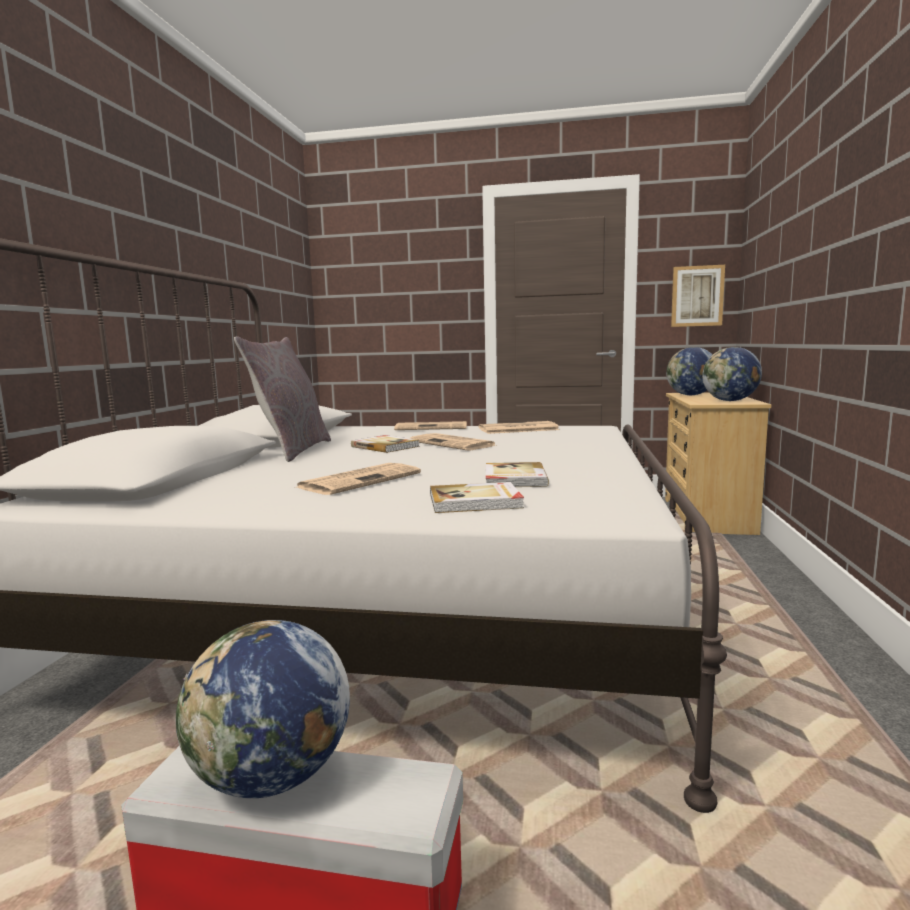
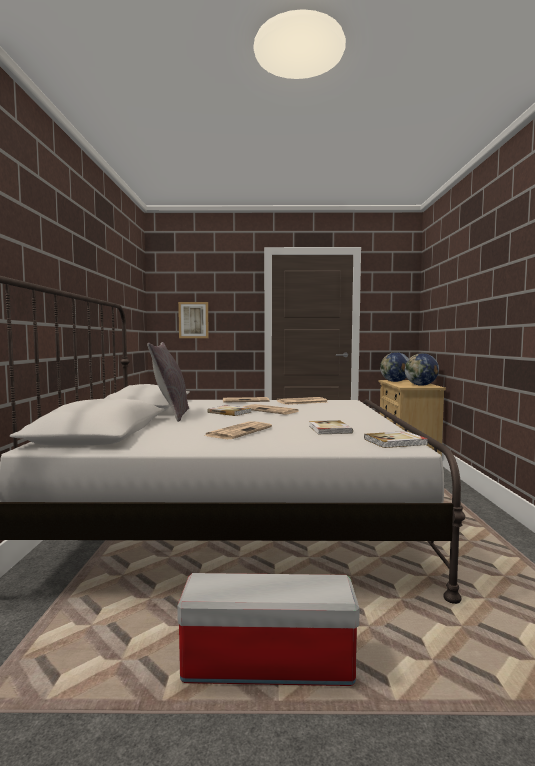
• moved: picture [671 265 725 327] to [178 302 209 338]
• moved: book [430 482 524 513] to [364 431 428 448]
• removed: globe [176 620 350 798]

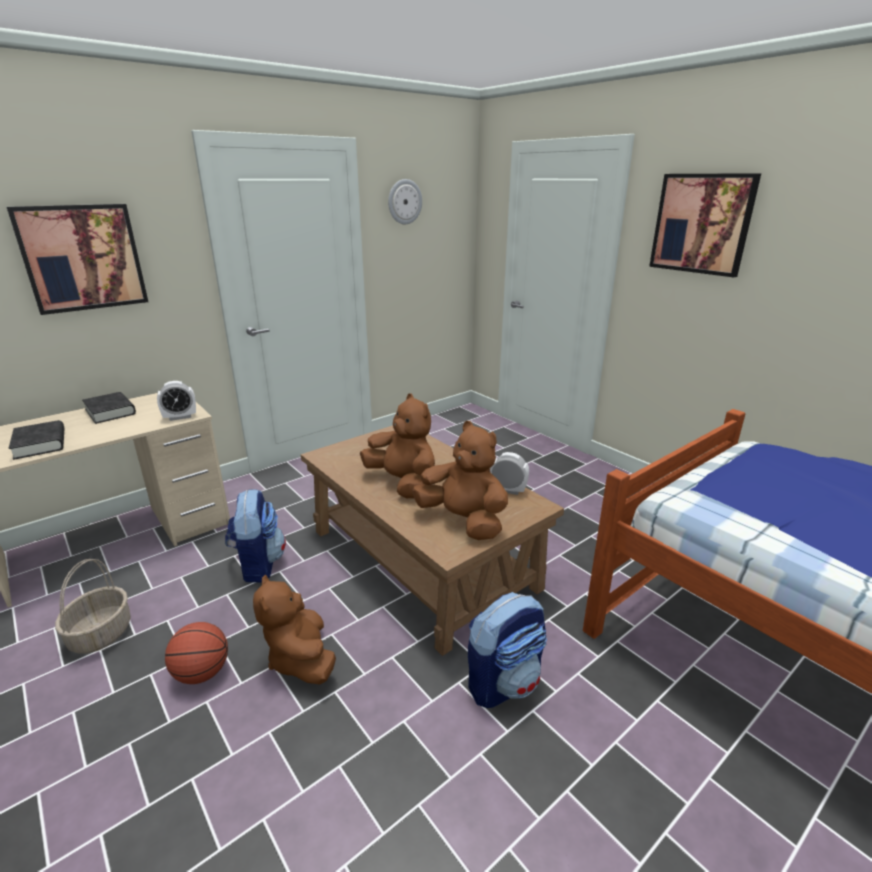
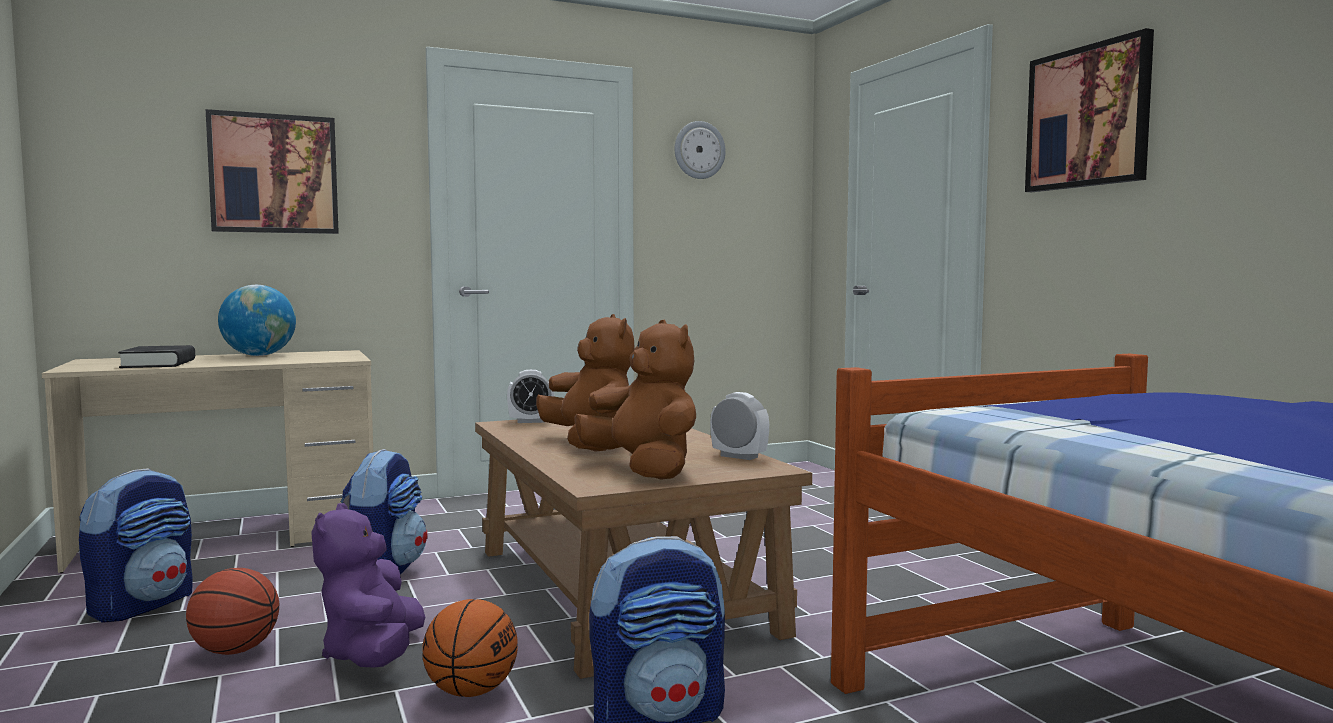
• replaced: basket [55 559 131 654] to backpack [79 468 193 622]
• replaced: book (black) [82 392 136 424] to globe [218 285 296 356]
• recoloured: plush toy (brown) [253 575 336 685] to plush toy (purple) [311 503 425 668]
• added: basketball [422 599 518 697]
• moved: alarm clock [157 381 196 421] to [507 370 554 423]

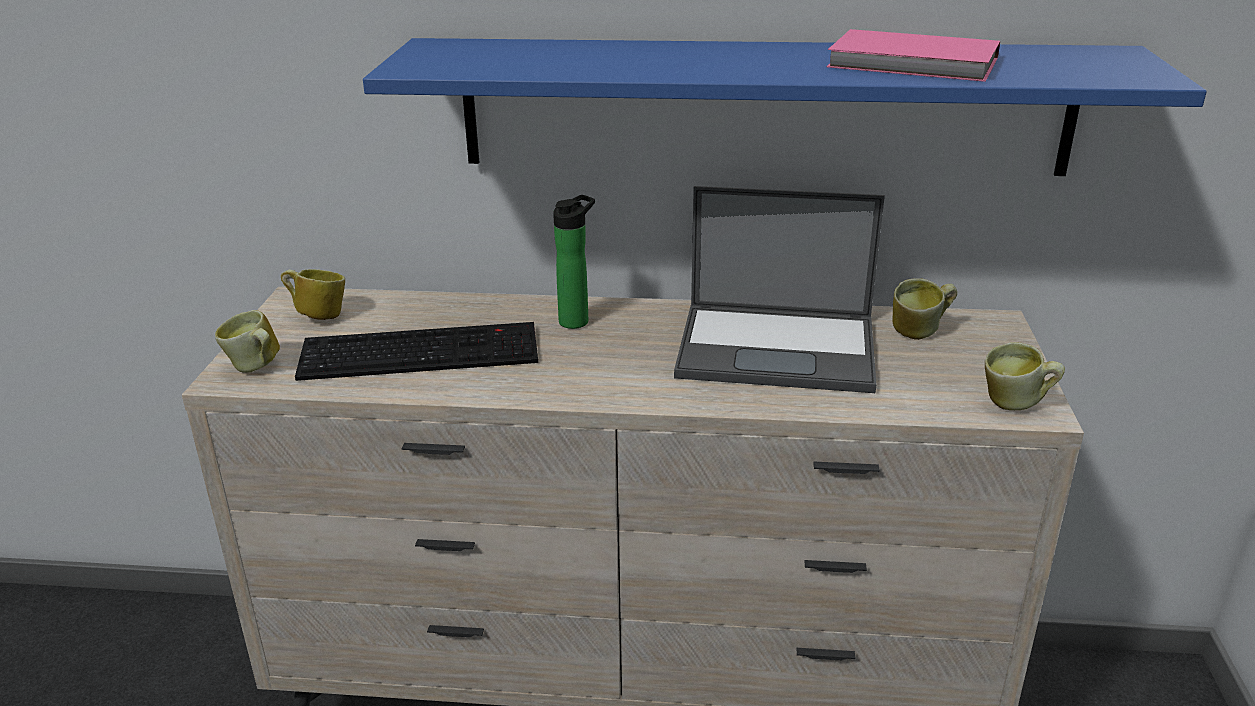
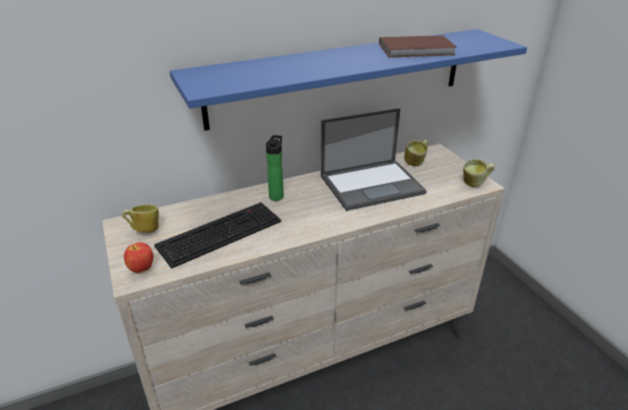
• replaced: mug [215 310 280 373] to apple [124 242 154 273]
• recoloured: book (pink) [827 29 1000 82] to book (brown) [379 35 457 58]

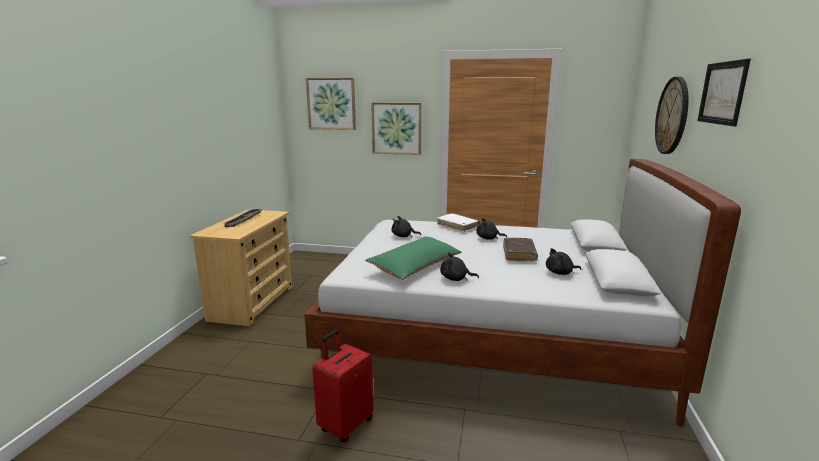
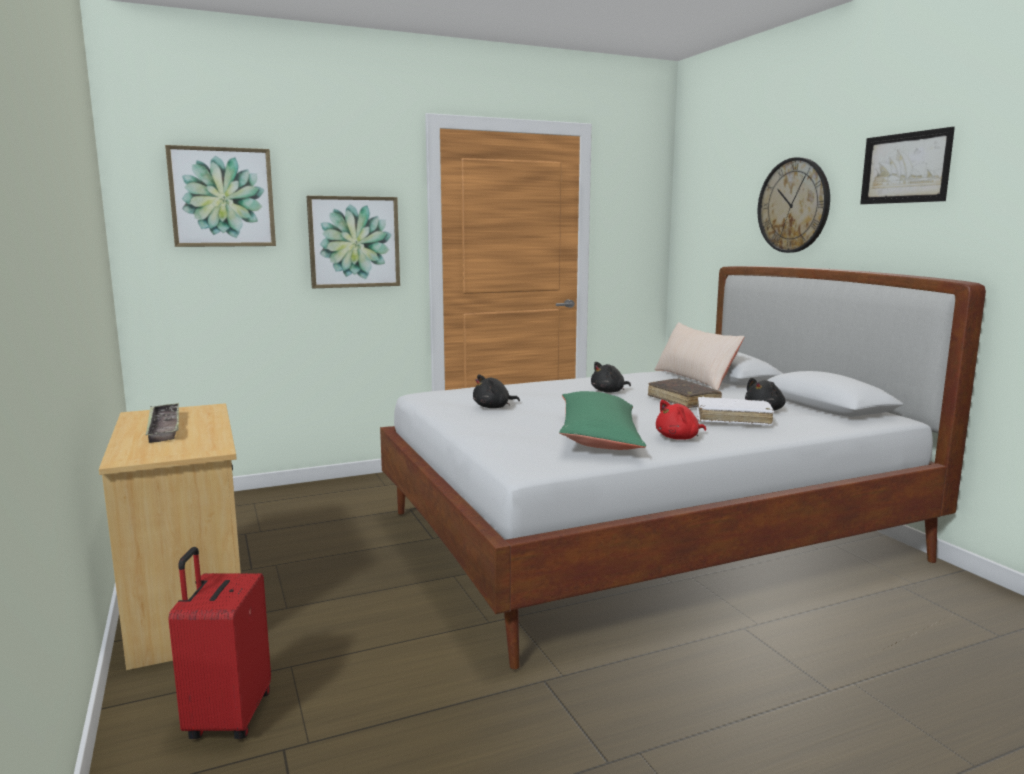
• moved: suitcase (red) [312 330 373 443] to [169 547 271 739]
• added: pillow (beige) [654 322 745 390]
• recoloured: plush toy (black) [440 252 479 281] to plush toy (red) [656 400 706 440]
• moved: book (white) [437 214 479 232] to [697 397 774 426]

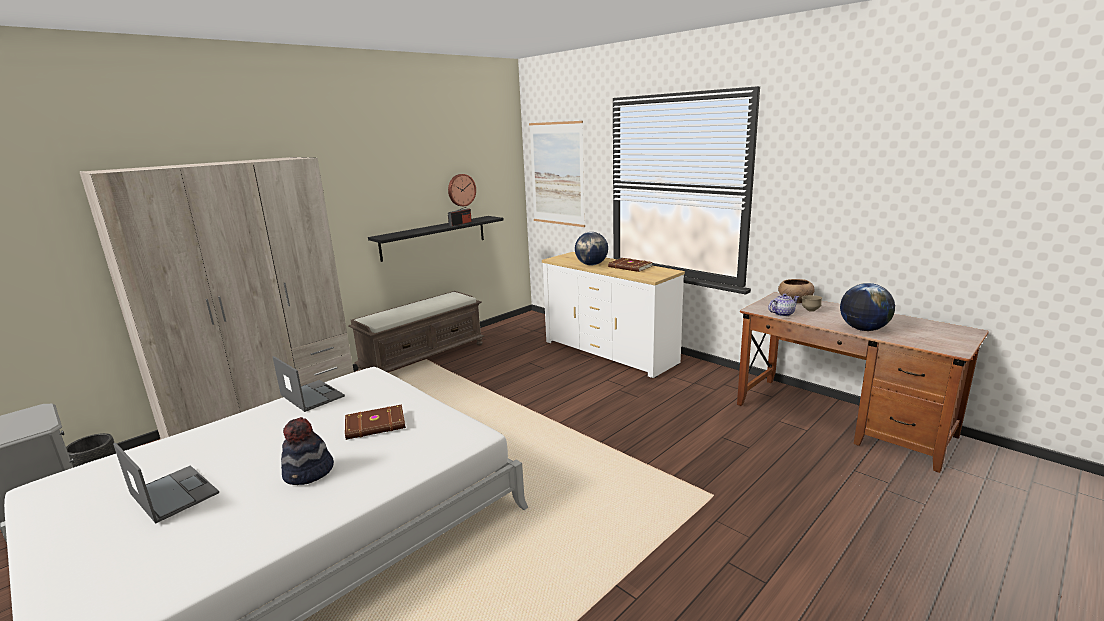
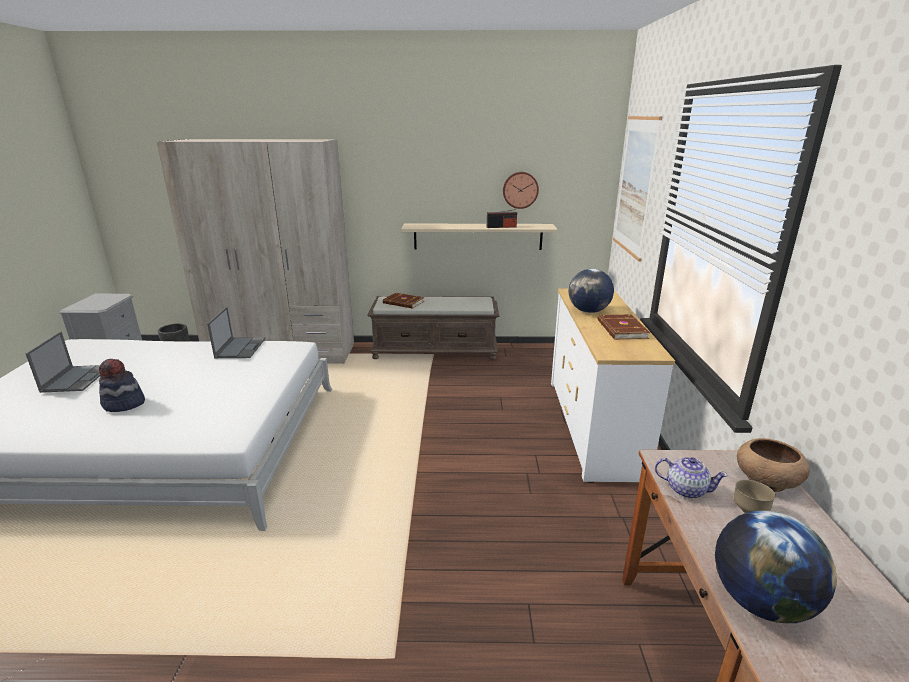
• moved: book (brown) [345 405 406 440] to [383 293 425 309]
• recoloured: shelf (black) [368 216 504 262] to shelf (beige) [401 224 558 250]

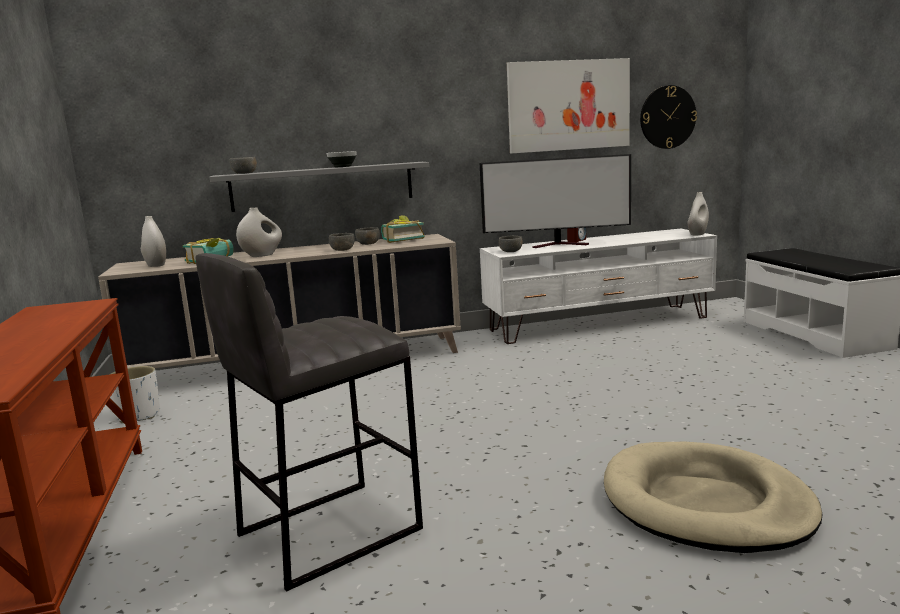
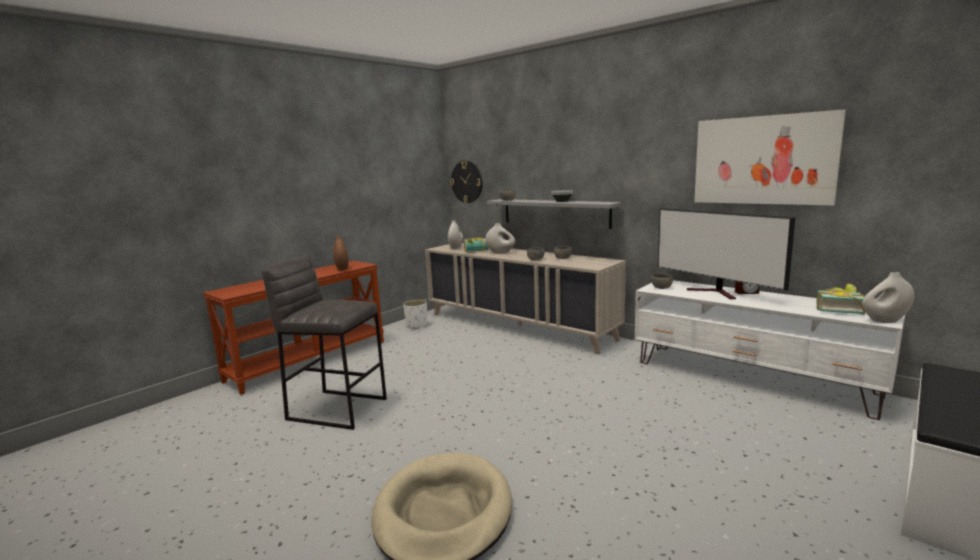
• added: vase (brown) [333 236 349 270]
• moved: wall clock [640 85 697 149] to [450 161 482 203]
• moved: book [381 215 425 243] to [816 284 865 315]

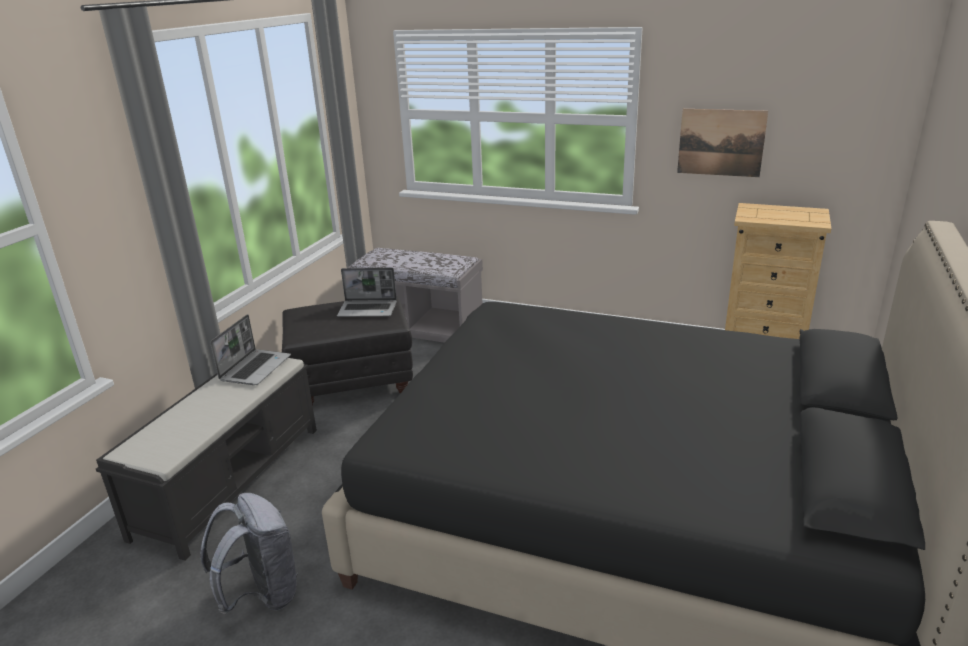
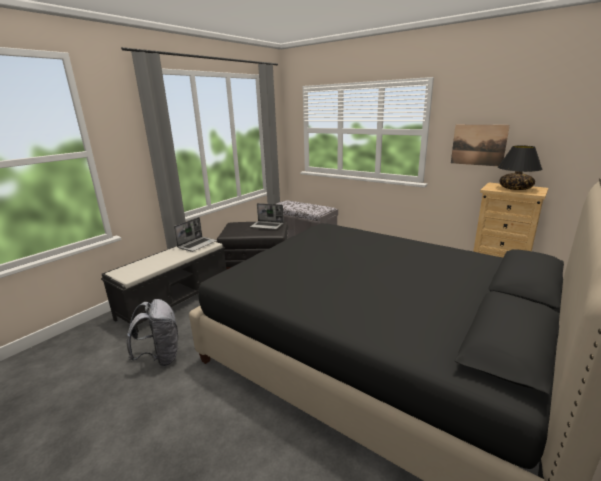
• added: table lamp (black) [498 146 542 190]

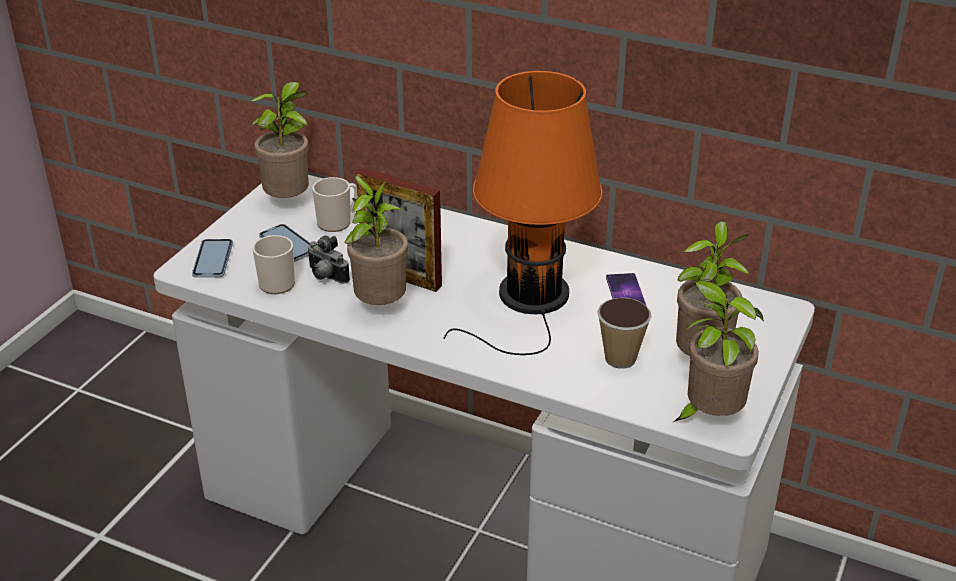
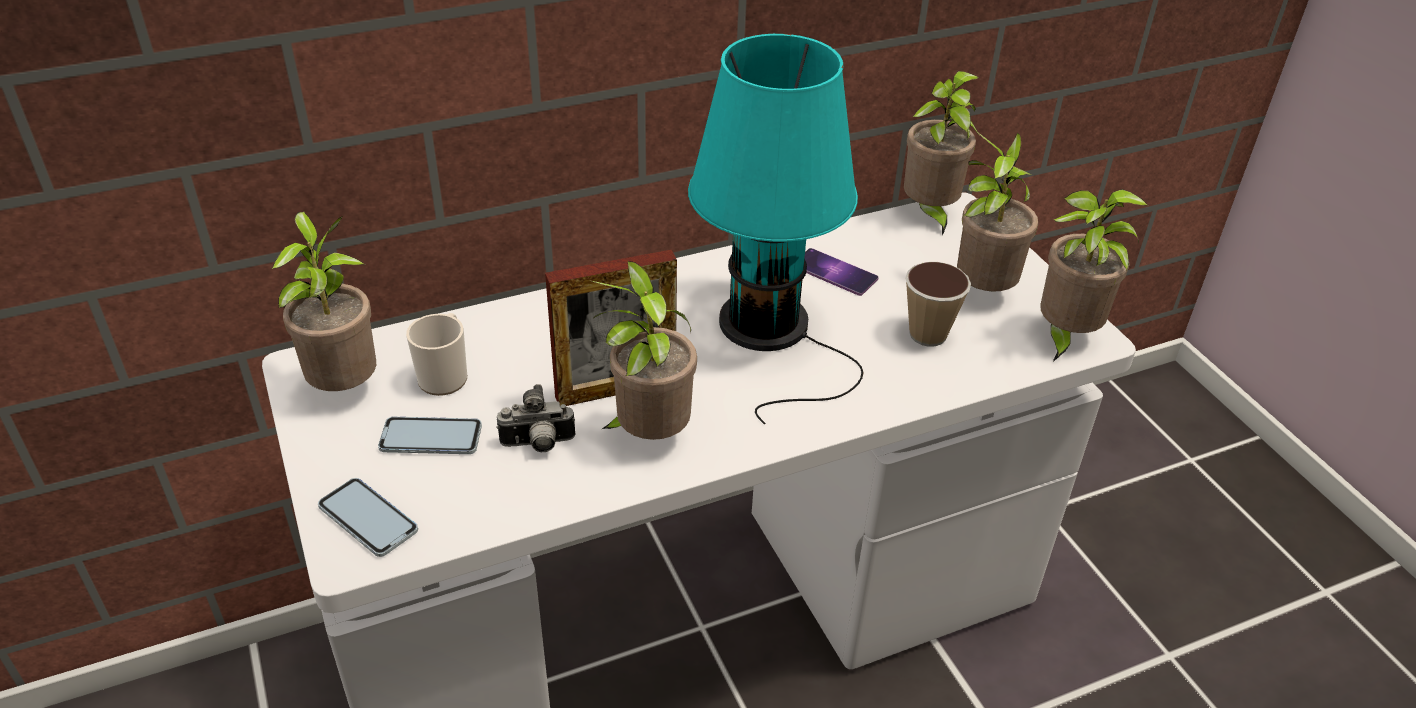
• recoloured: table lamp (orange) [444 71 602 355] to table lamp (turquoise) [688 34 863 425]
• added: potted plant [904 71 980 236]
• removed: mug [252 235 295 294]

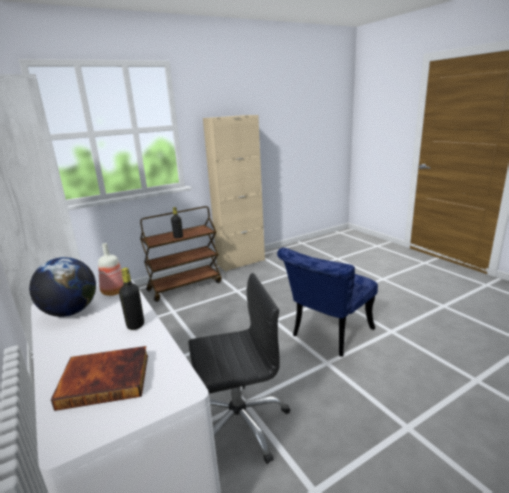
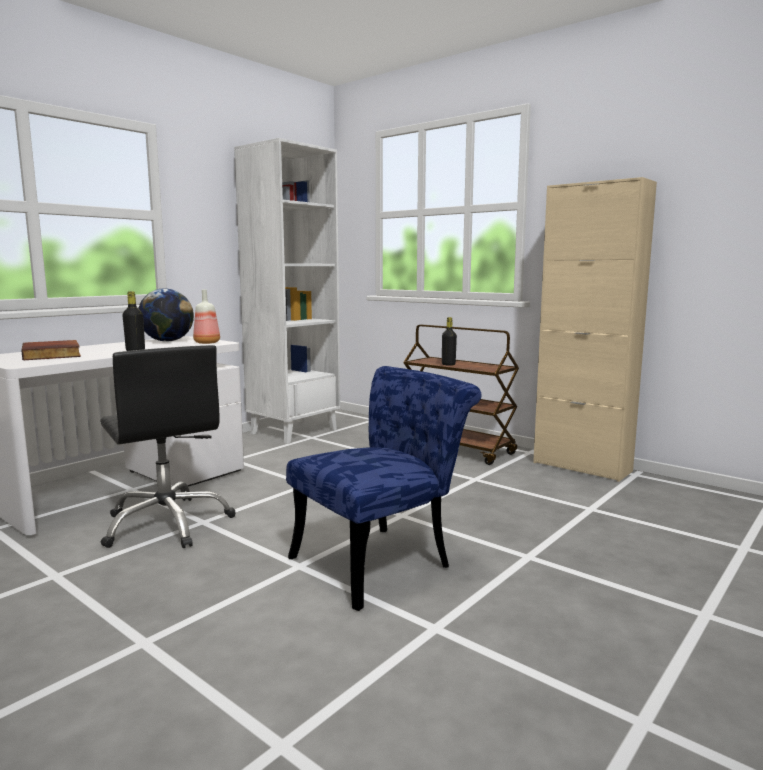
• turned: chair (blue) [277 247 378 357] = [286 366 481 611] 120 degrees clockwise

